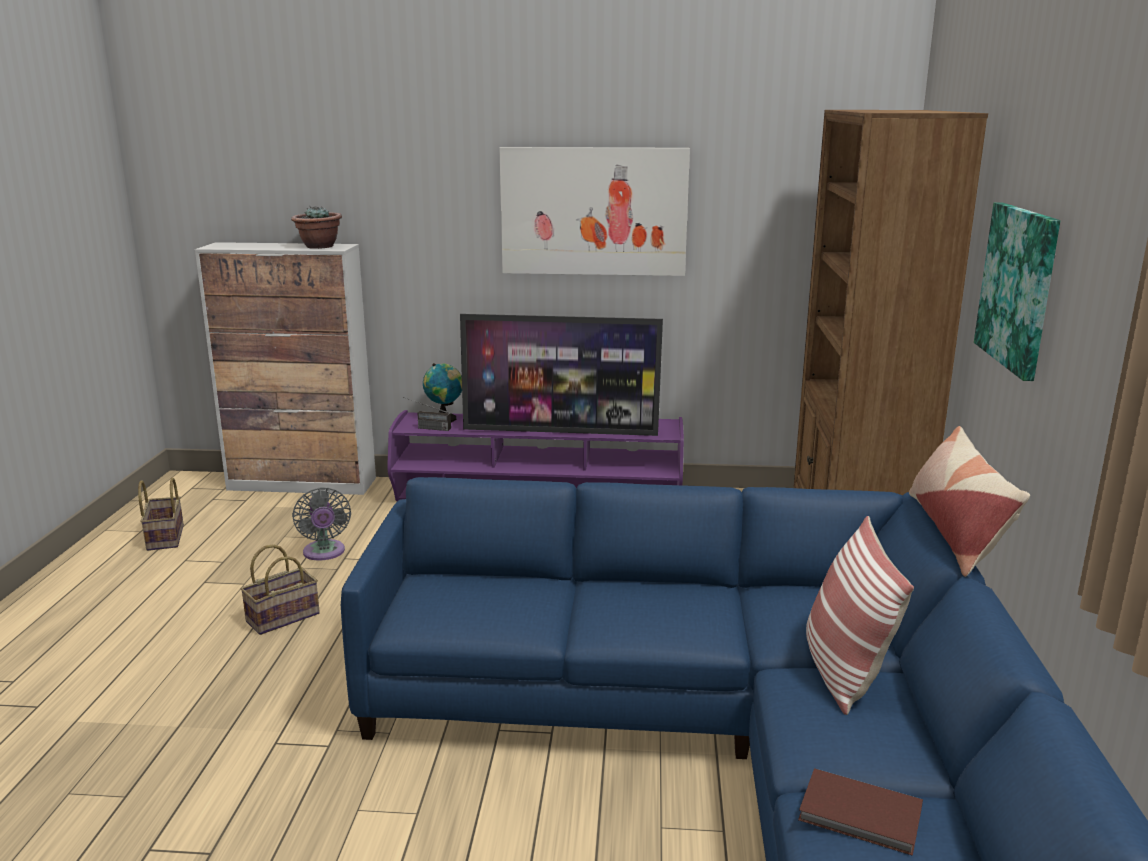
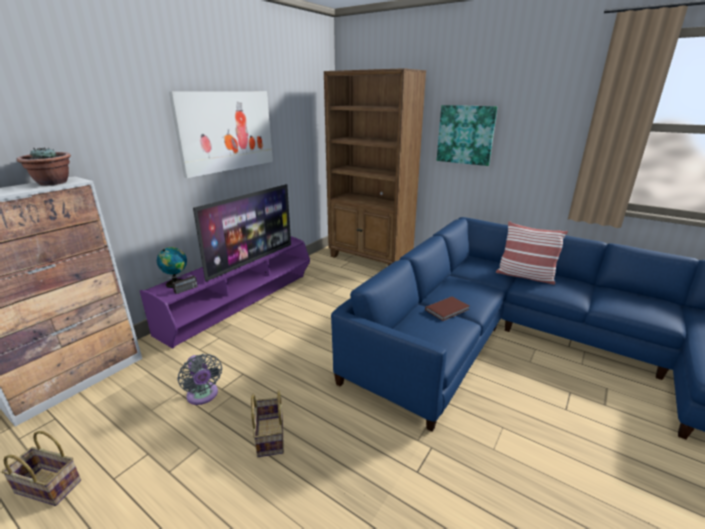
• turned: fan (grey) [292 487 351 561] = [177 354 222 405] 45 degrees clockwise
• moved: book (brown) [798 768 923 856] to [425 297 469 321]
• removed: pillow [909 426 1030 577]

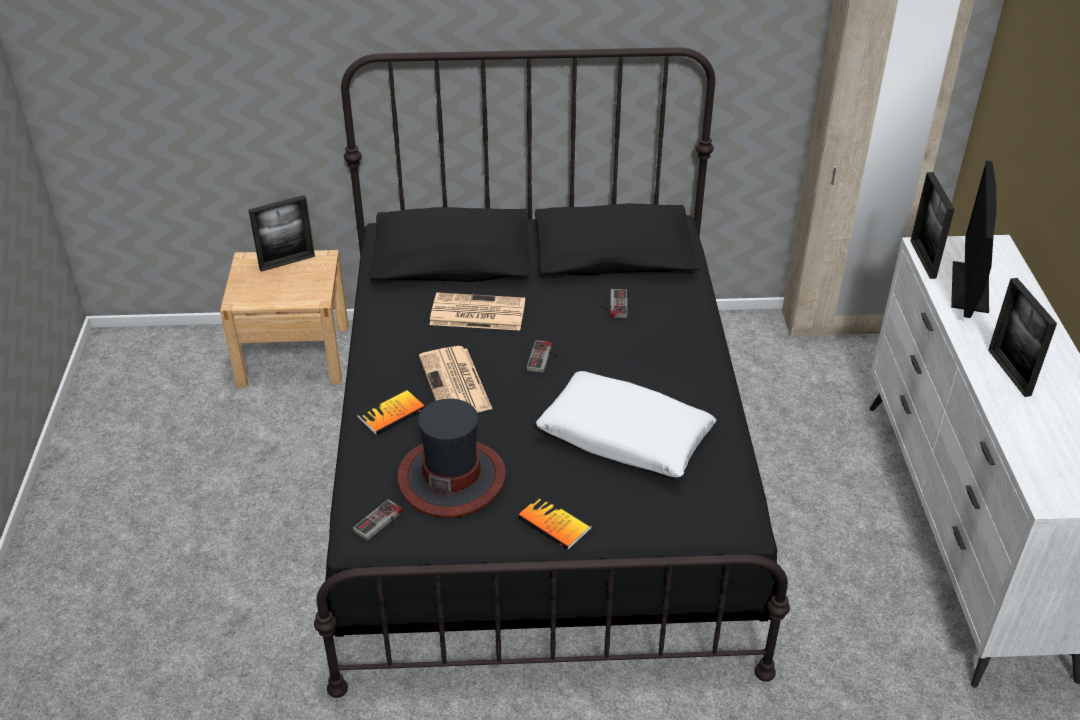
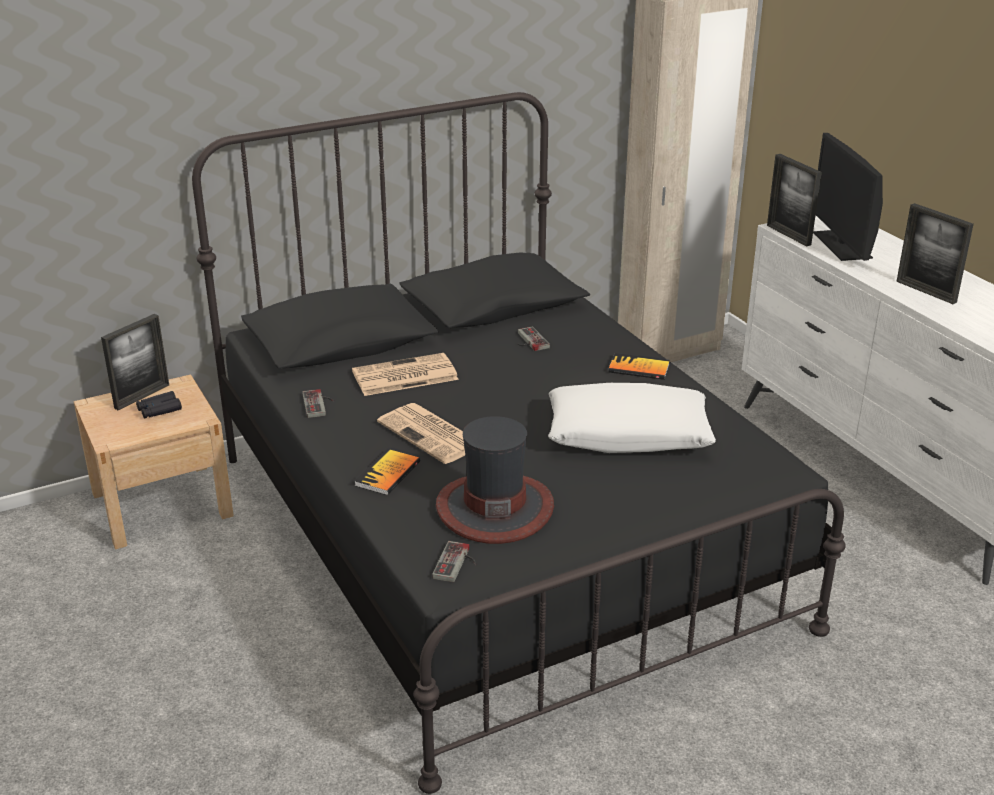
• added: binoculars (black) [136 391 182 418]
• moved: game controller [527 340 559 373] to [302 389 334 418]
• moved: book [518 494 592 550] to [608 353 670 380]

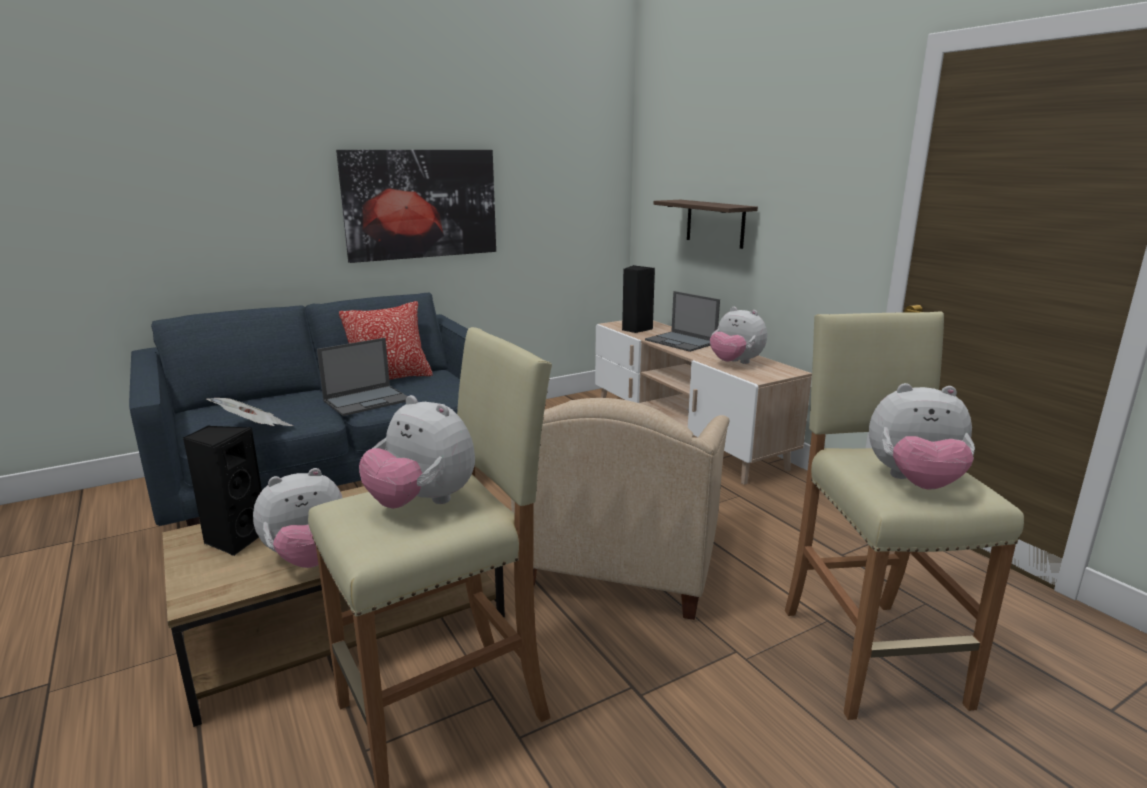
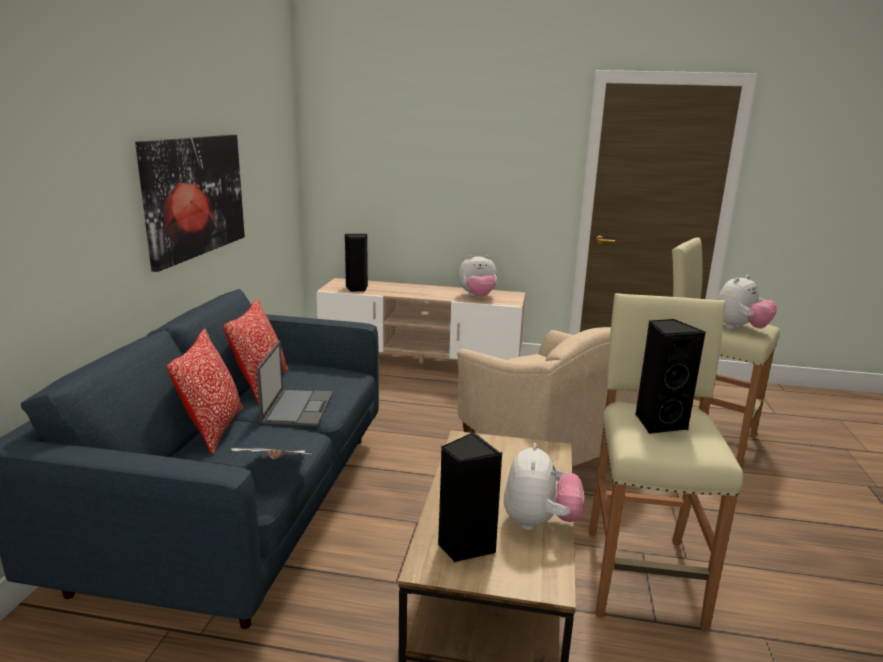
• added: pillow [167 329 243 455]
• replaced: plush toy [359 395 475 509] to speaker (black) [635 319 706 434]
• removed: laptop [645 291 720 352]
• removed: shelf [654 200 758 249]

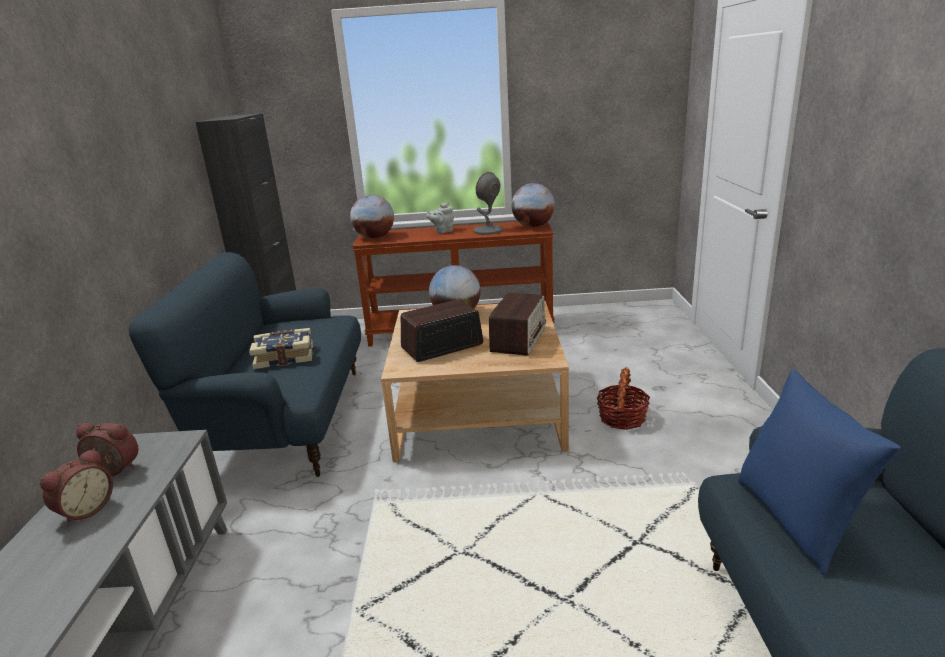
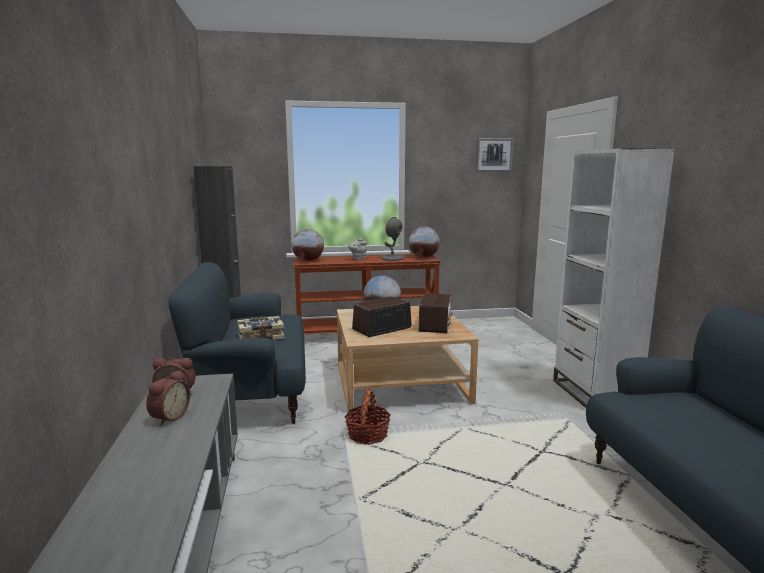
• moved: basket [596 367 650 430] to [345 389 391 445]
• added: picture [476 138 513 171]
• added: bookcase (white) [553 148 675 408]
• removed: pillow (blue) [738 370 901 575]

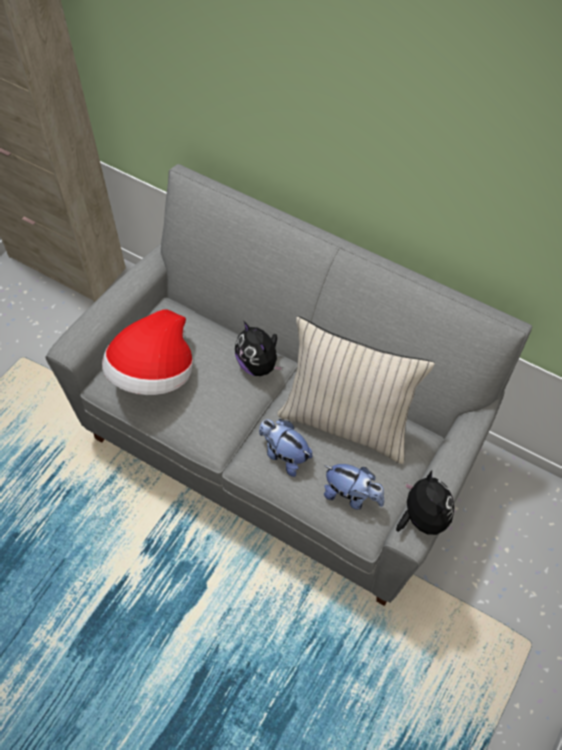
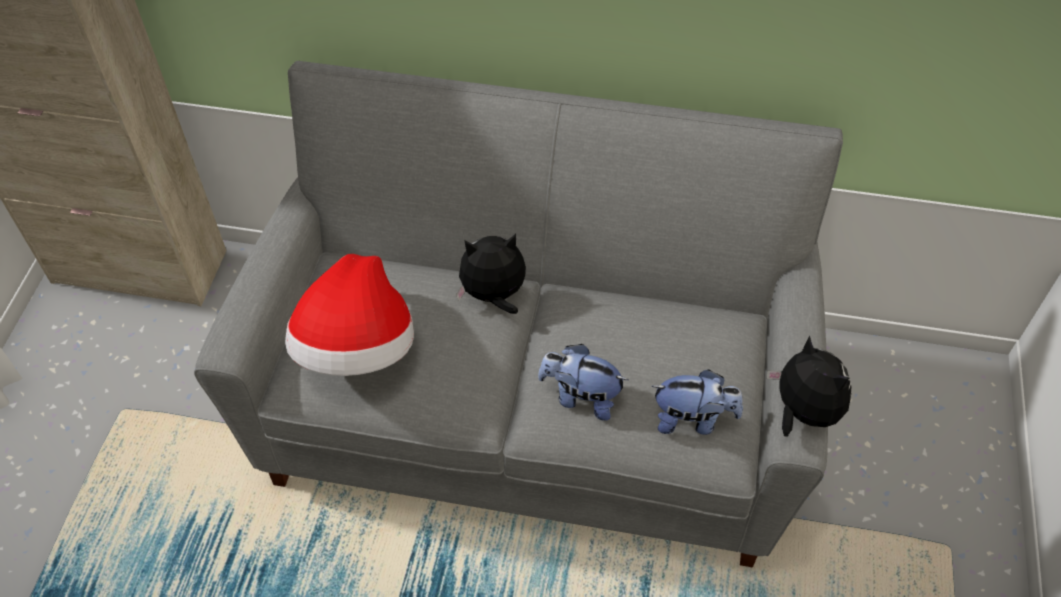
• turned: plush toy [235 321 283 376] = [456 234 526 314] 135 degrees clockwise
• removed: pillow (beige) [277 316 435 464]

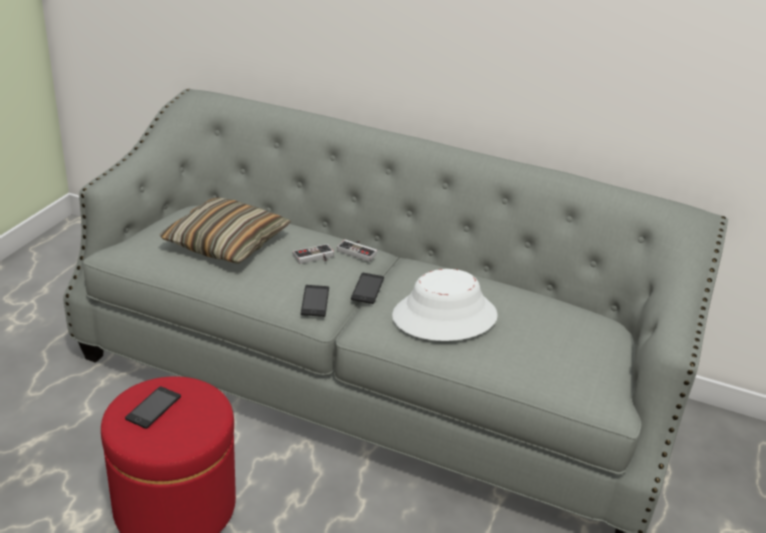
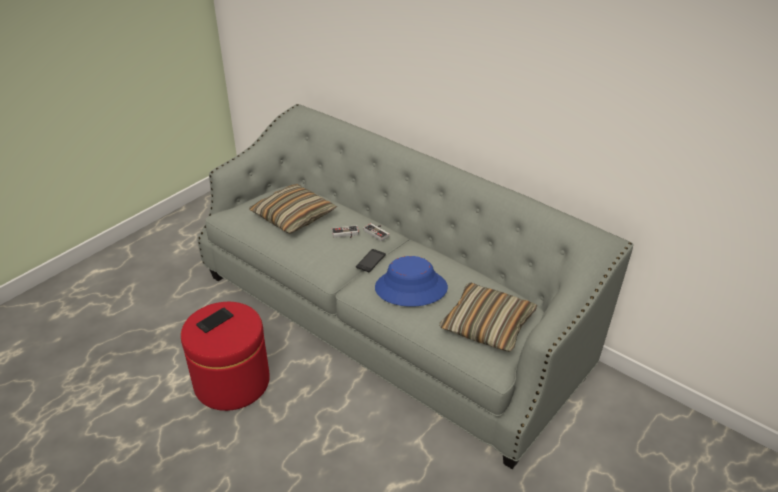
• recoloured: hat (white) [392 269 498 341] to hat (blue) [375 256 448 307]
• added: pillow [439 282 537 352]
• removed: phone [301 285 329 317]

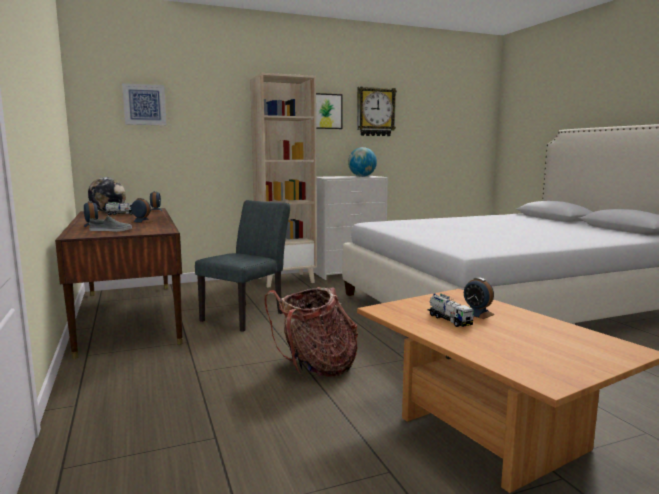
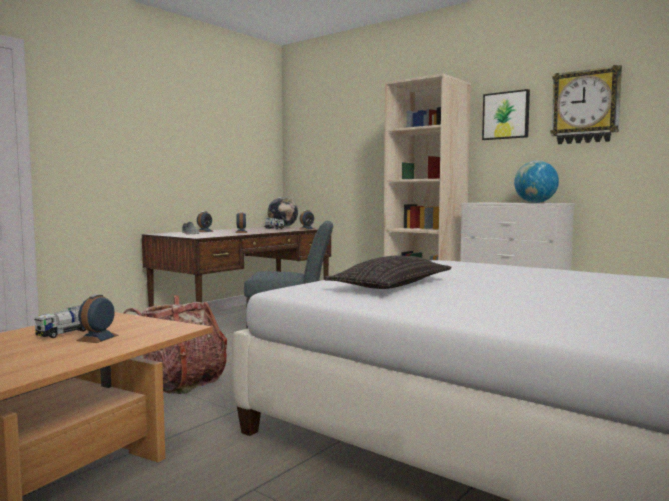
• added: pillow [324 255 452 289]
• removed: picture [122 83 167 125]

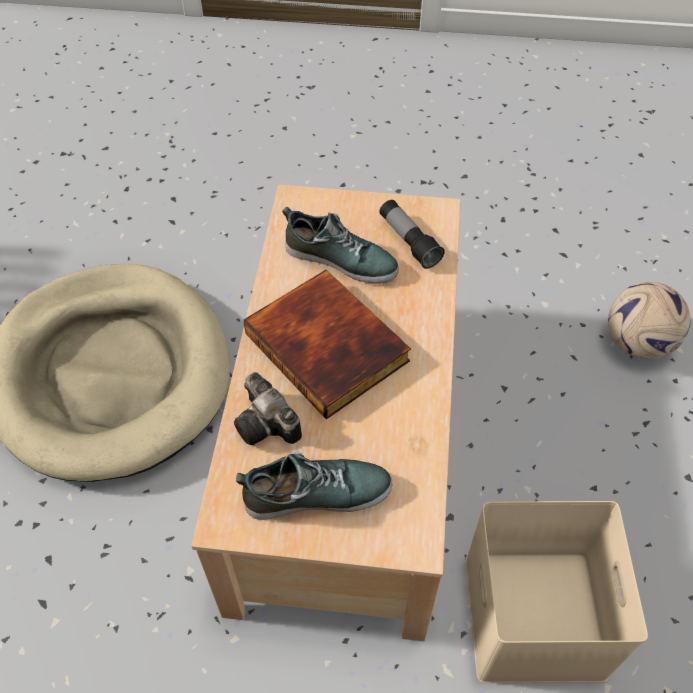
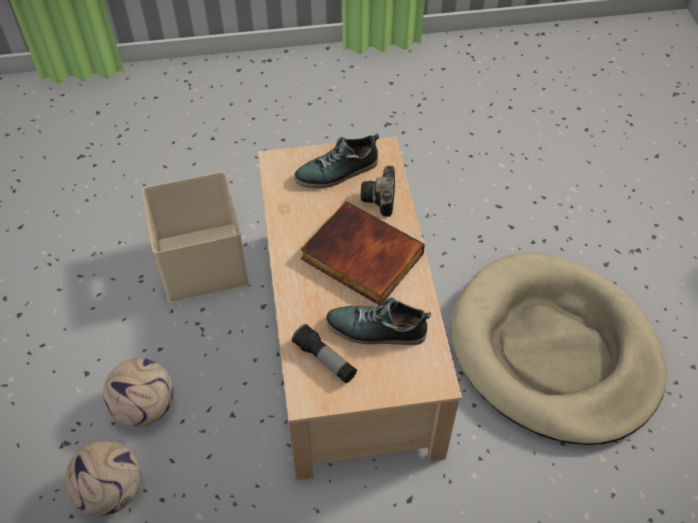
• added: football [103 358 174 427]
• turned: photo camera [234 372 302 445] = [361 166 395 217] 120 degrees counterclockwise

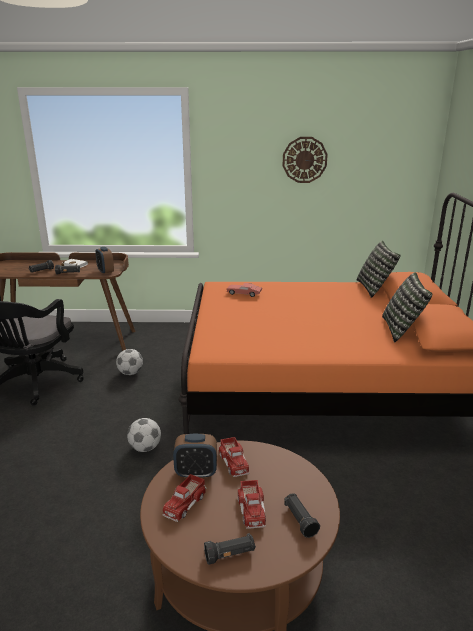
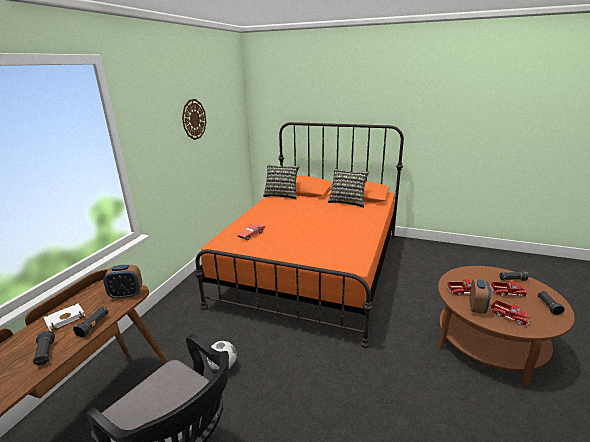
• removed: football [127 418 161 452]

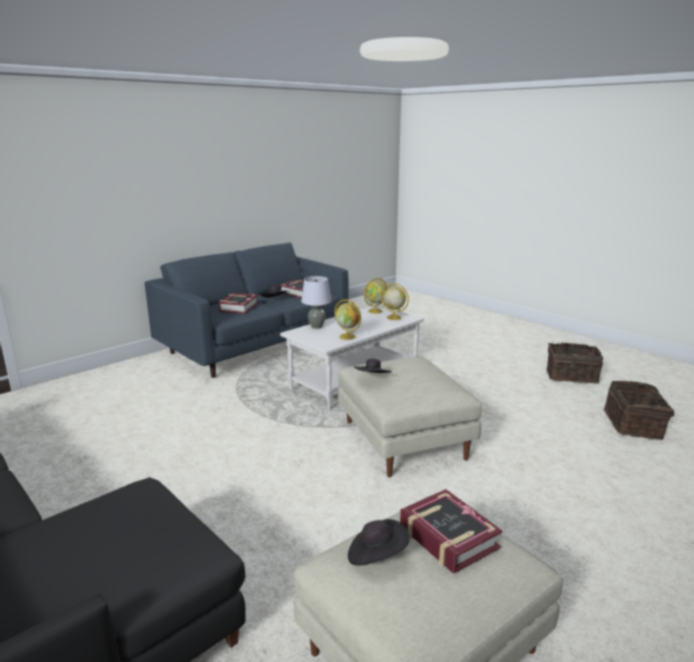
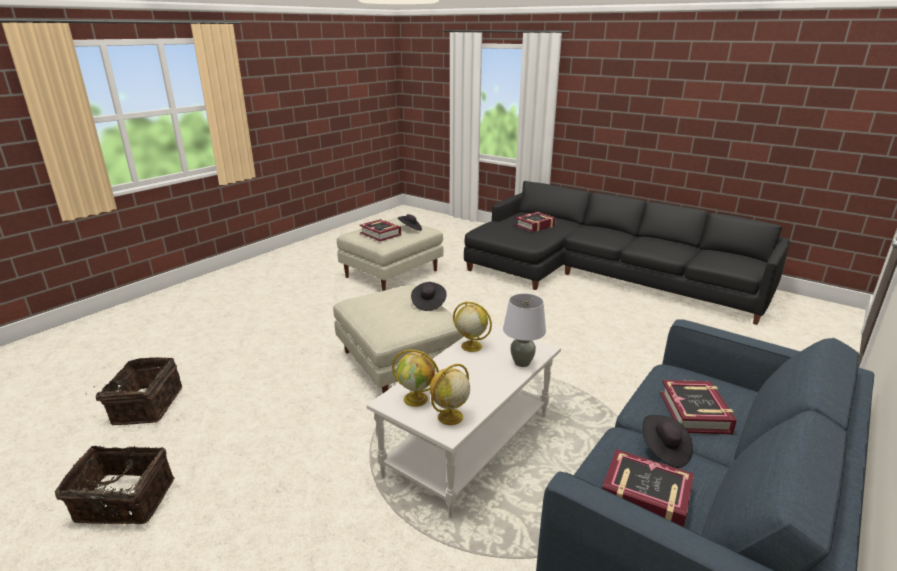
• added: book [515 212 556 232]

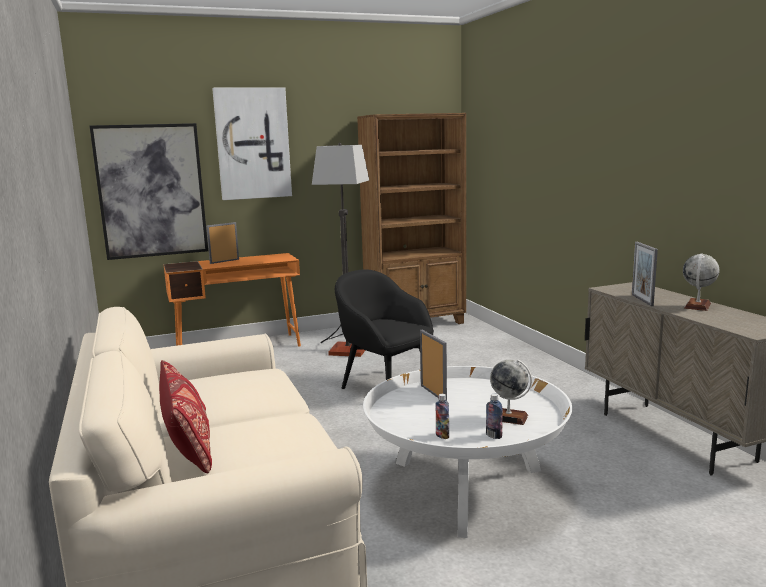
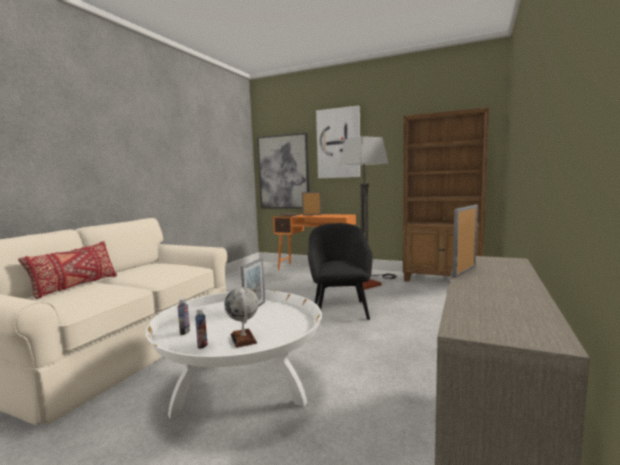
• removed: globe [683 253 720 311]

